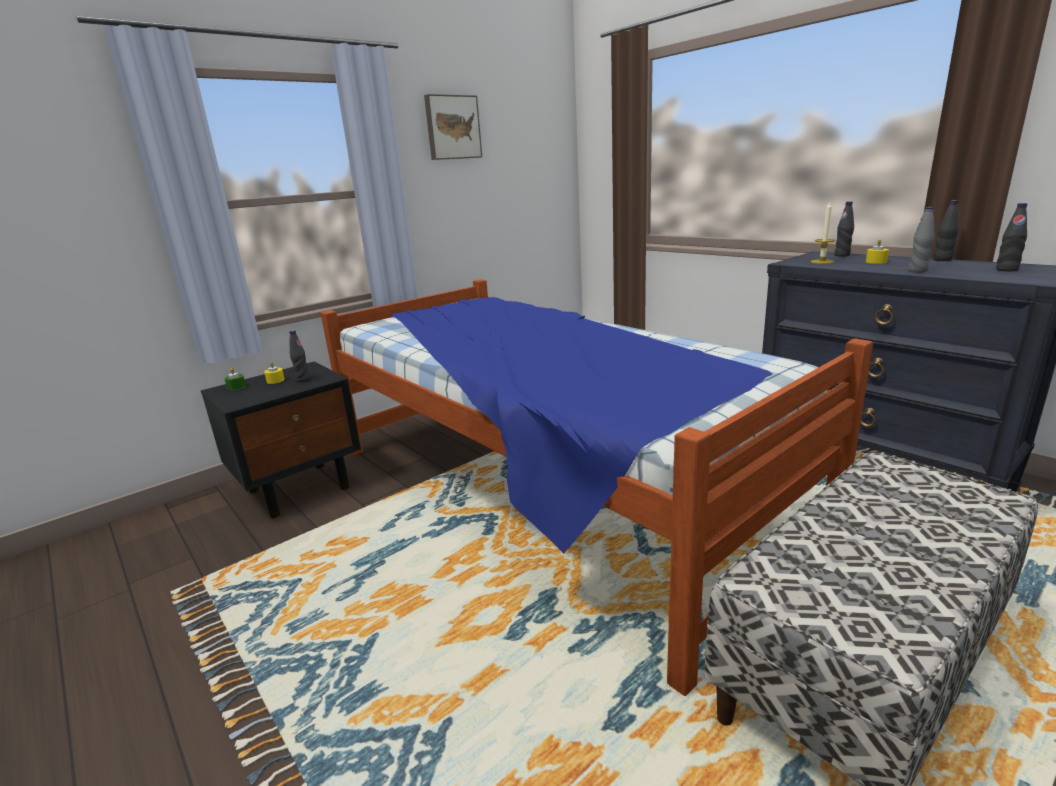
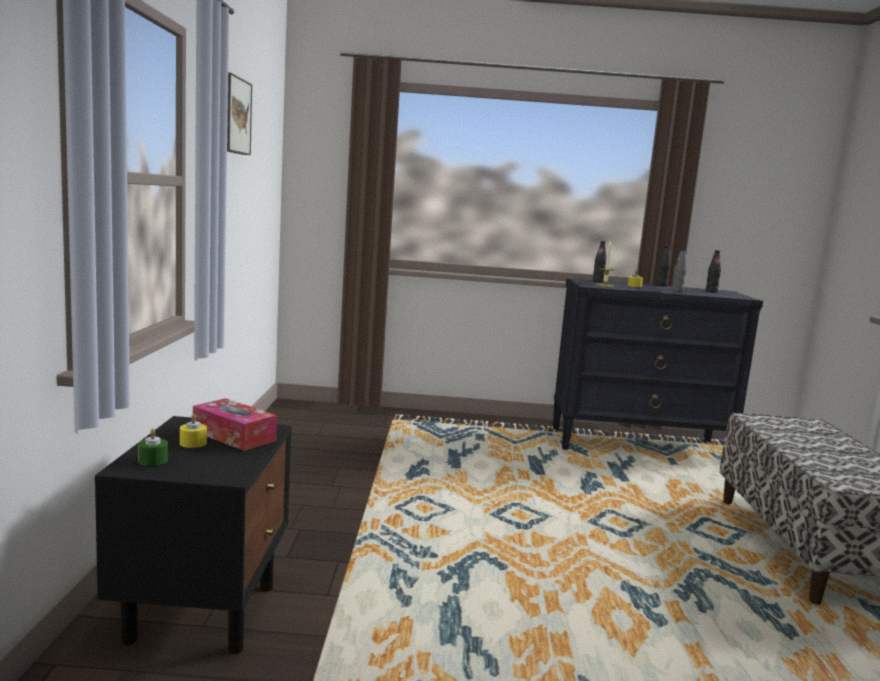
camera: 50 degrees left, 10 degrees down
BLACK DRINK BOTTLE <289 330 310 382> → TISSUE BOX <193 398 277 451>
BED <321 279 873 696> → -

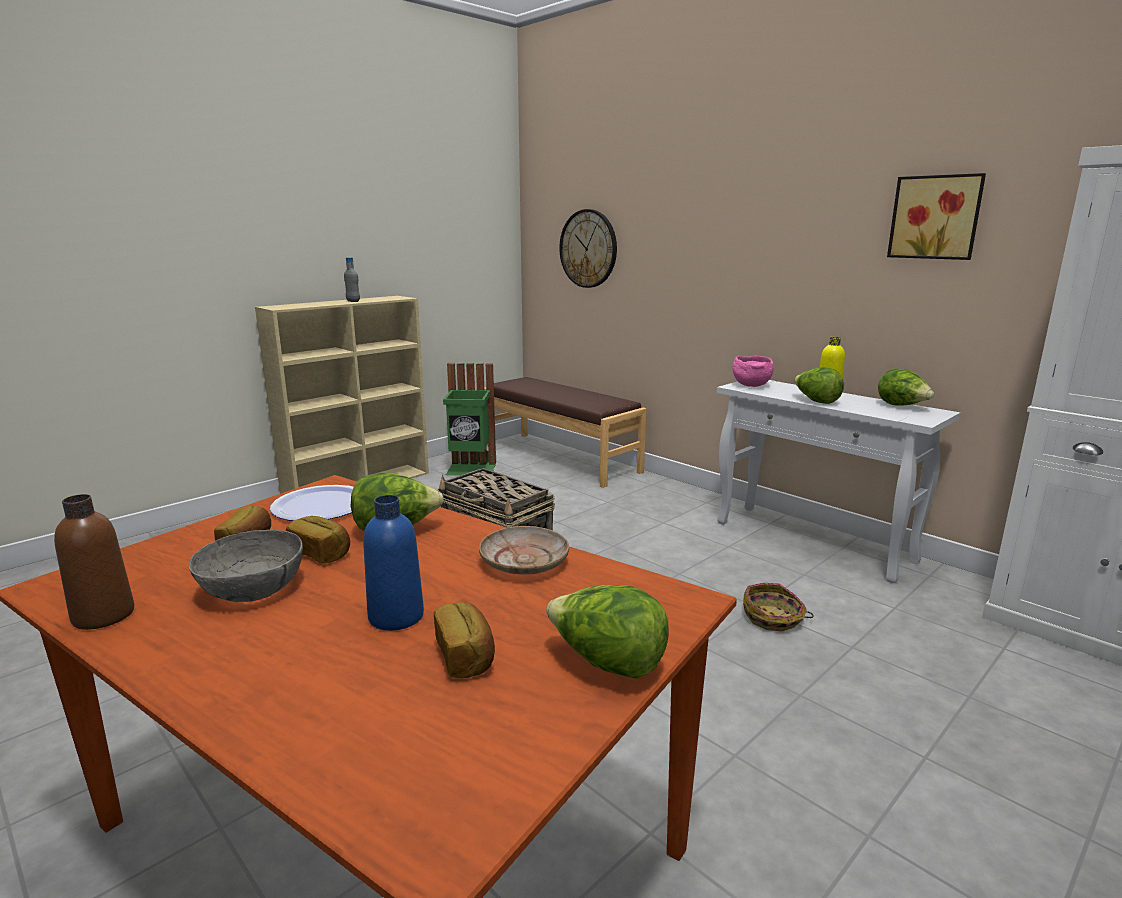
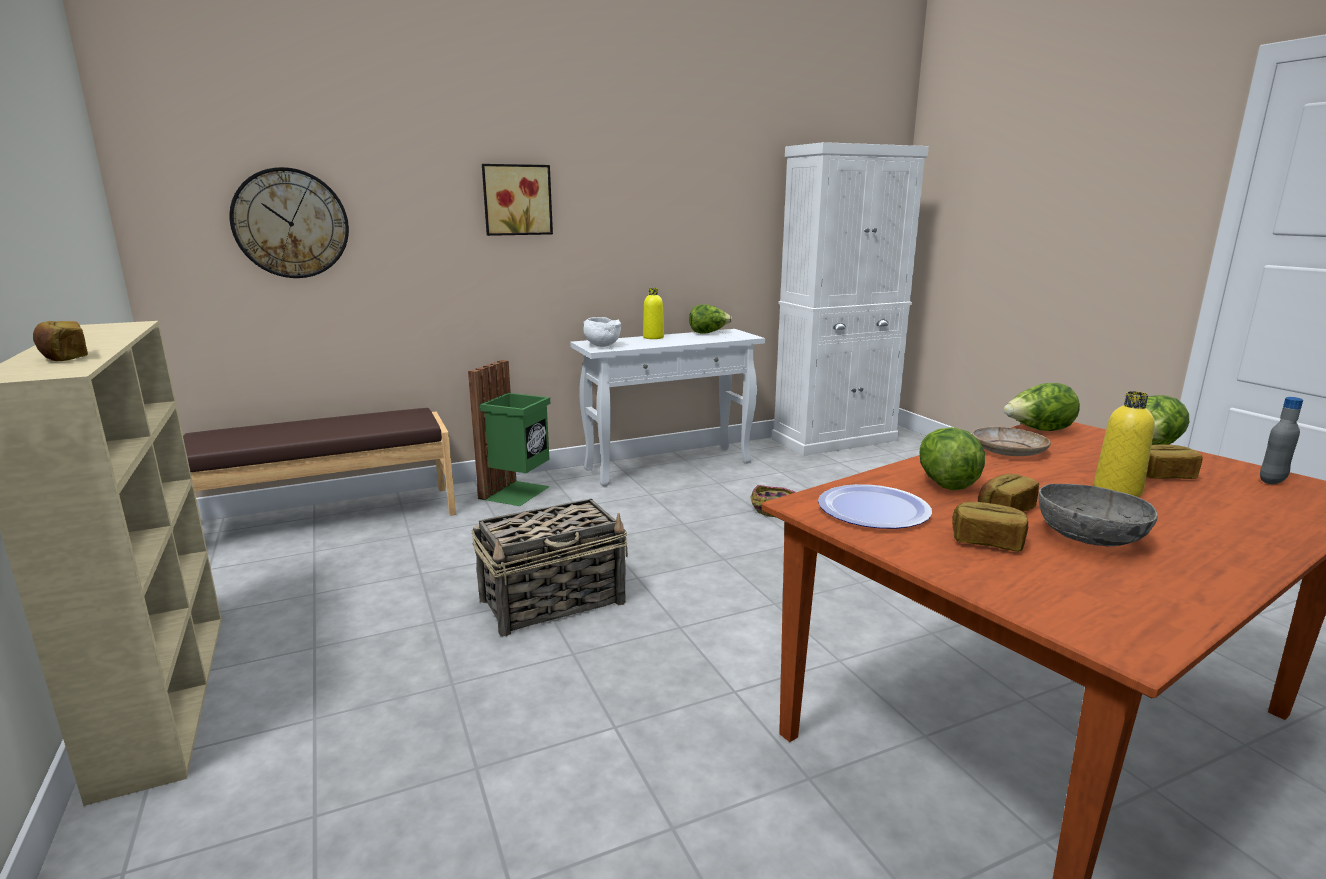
camera: 70 degrees left, 0 degrees up
- → BAKERY BREAD <33 321 88 361>
GREEN-COLOURED WASTE BIN <443 363 496 475> → GREEN-COLOURED WASTE BIN <468 360 550 506>, relocated
WALL PICTURE <887 173 986 260> → WALL PICTURE <482 164 553 236>, relocated
PINK BOWL <732 356 774 387> → WHITISH BOWL <583 317 621 347>
HEAD OF LETTUCE <794 367 844 404> → HEAD OF LETTUCE <1004 383 1080 431>, relocated
BLUE DRINK BOTTLE <363 495 424 631> → YELLOW-COLOURED DRINK BOTTLE <1094 391 1155 497>
GRAY DRINK BOTTLE <344 257 360 302> → GRAY DRINK BOTTLE <1260 397 1303 484>, relocated
BROWNISH DRINK BOTTLE <54 494 134 630> → -

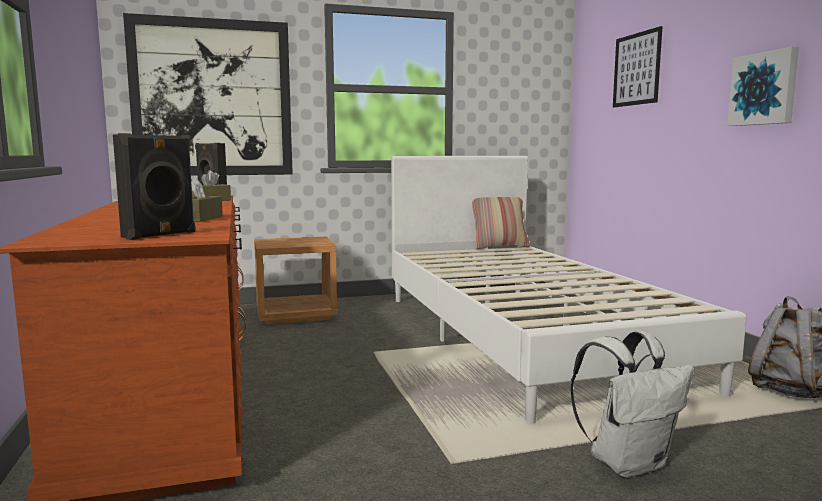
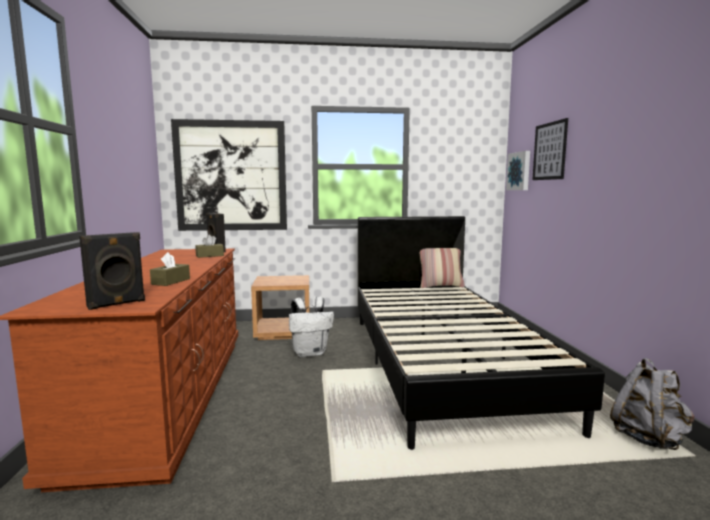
camera: 10 degrees right, 0 degrees up
WHITISH KNAPSACK <570 331 694 478> → WHITISH KNAPSACK <289 297 334 357>, relocated
WHITISH BED <391 156 747 424> → BLACK BED <358 216 605 450>
WALL PICTURE <727 47 799 126> → WALL PICTURE <506 151 530 190>, relocated

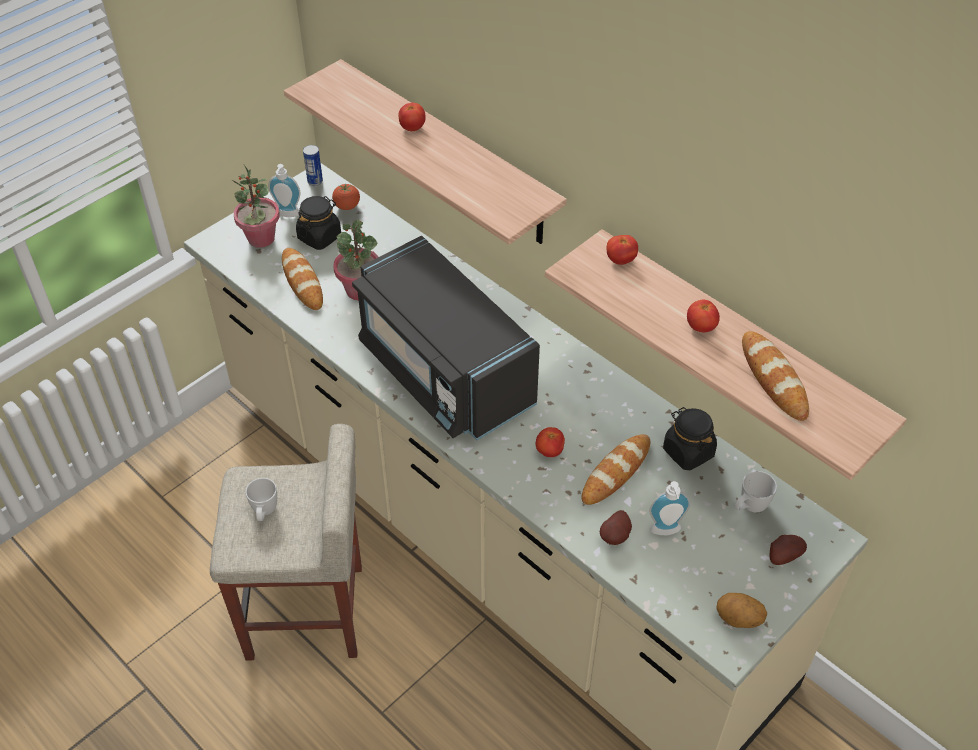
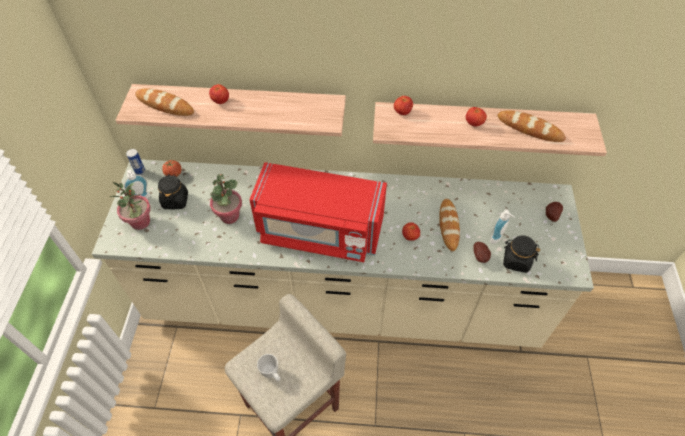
camera: 40 degrees left, 5 degrees up
BAKERY BREAD <282 248 323 310> → BAKERY BREAD <135 88 194 116>, relocated
BLACK KITCHEN MICROWAVE <352 236 540 441> → RED KITCHEN MICROWAVE <249 162 387 262>
BLACK STORAGE JAR <663 407 717 470> → BLACK STORAGE JAR <503 235 540 273>, relocated
SPUD <716 593 767 628> → -
WHITISH MUG <734 471 777 512> → -

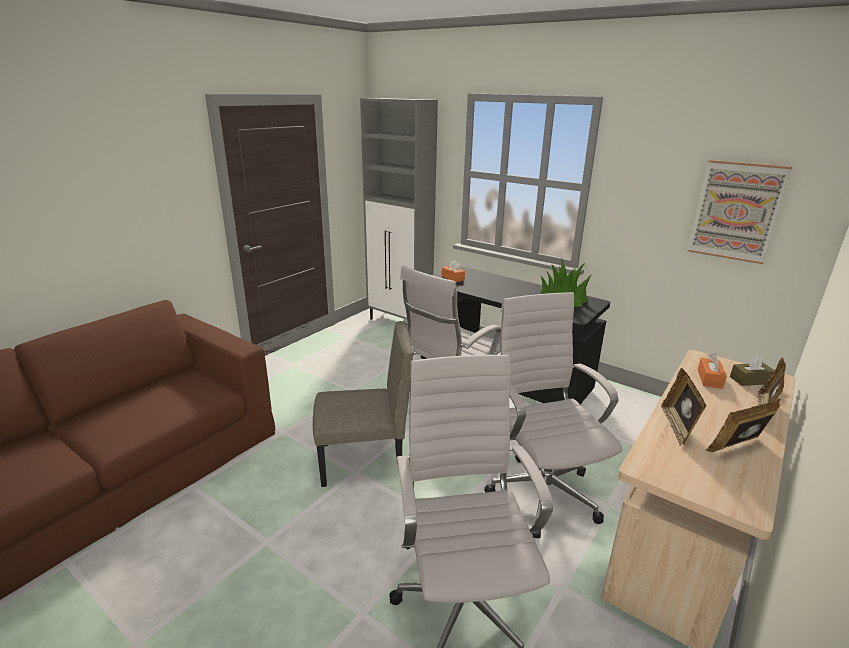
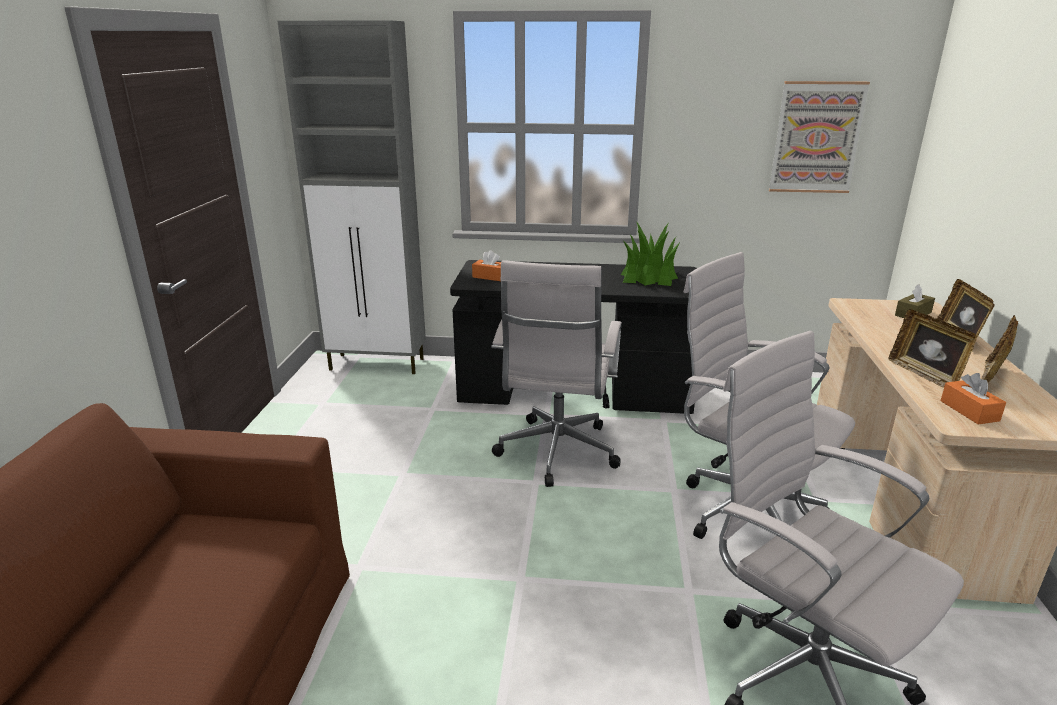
camera: 30 degrees left, 0 degrees up
ORANGE TISSUE BOX <698 353 727 389> → ORANGE TISSUE BOX <941 373 1006 424>, relocated
BEIGE-COLOURED UPRIGHT CHAIR <313 321 413 487> → -

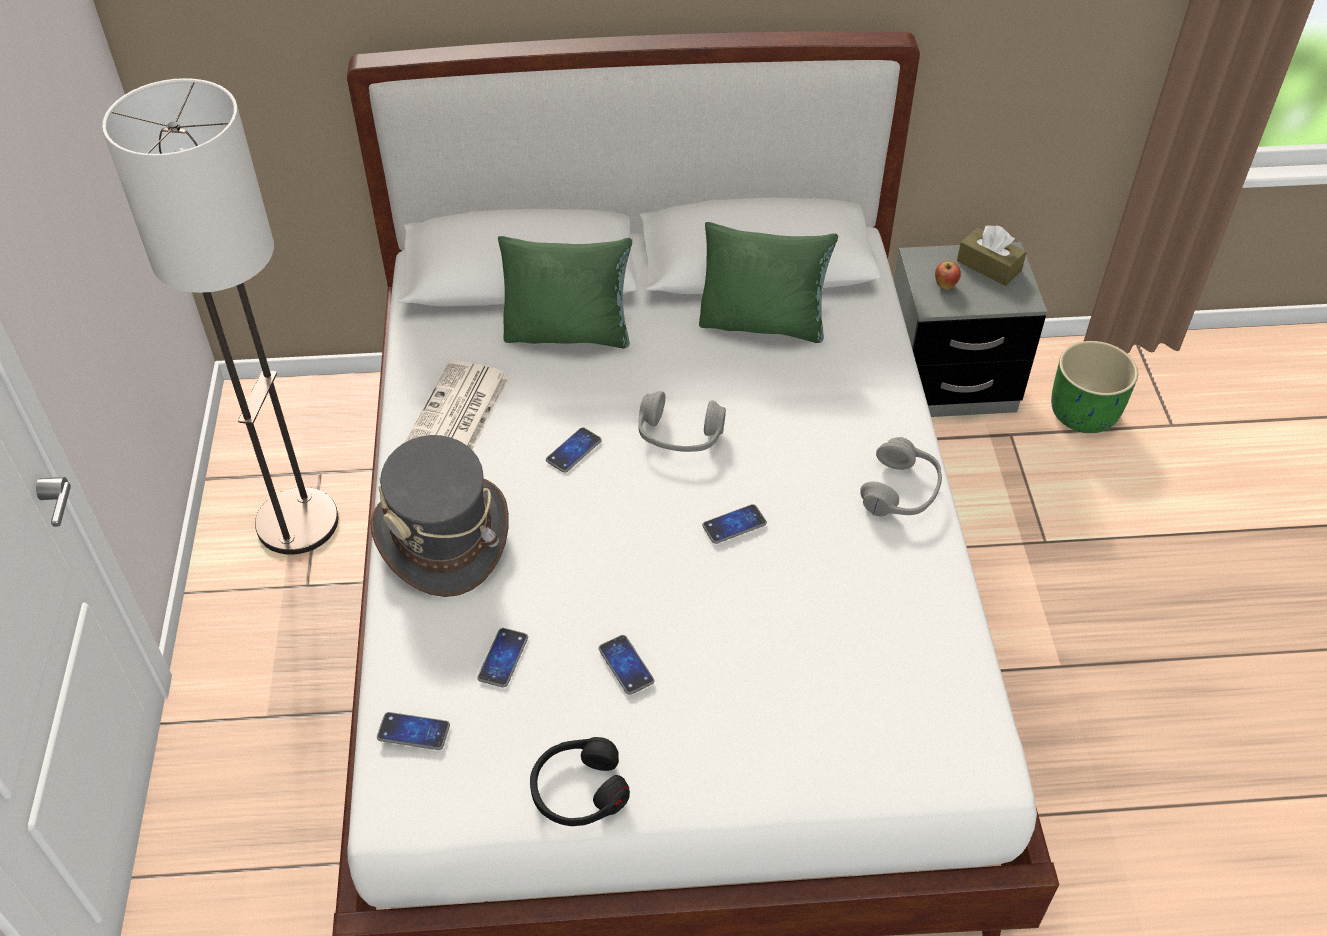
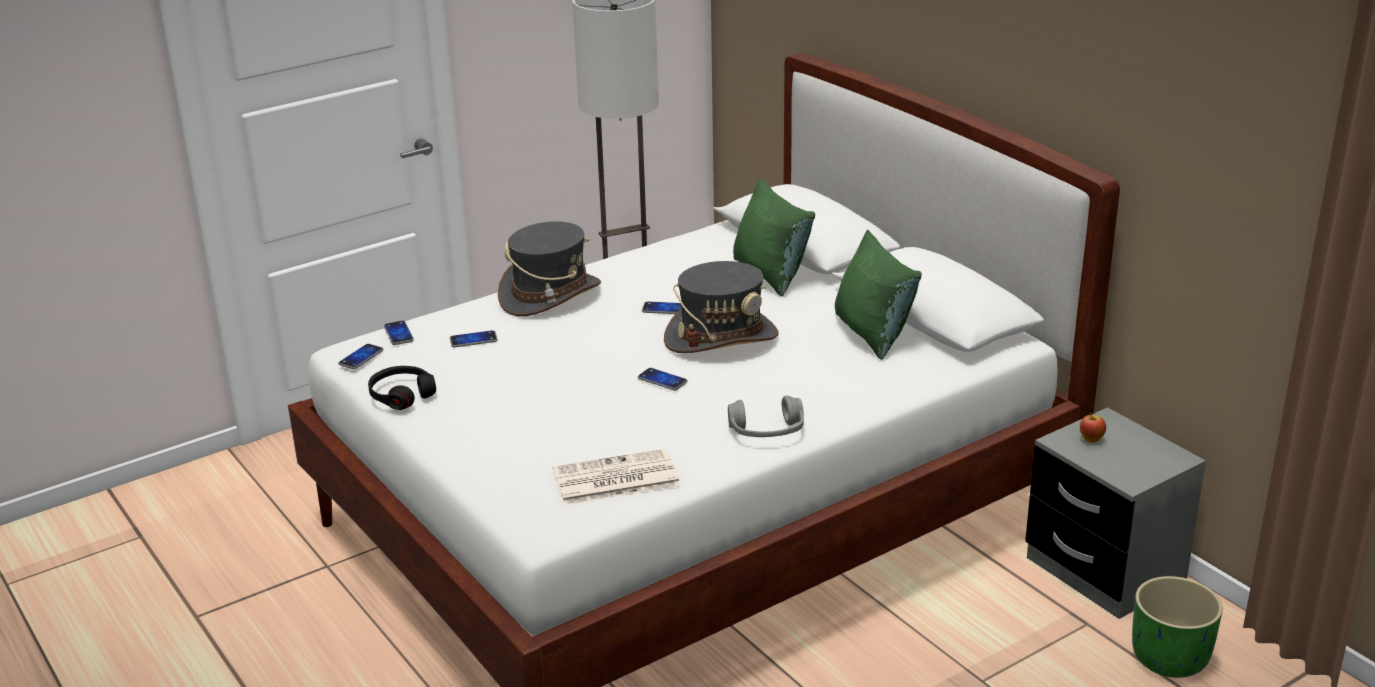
camera: 60 degrees right, 20 degrees down
HANDSET <599 635 654 695> → HANDSET <338 344 383 369>, relocated
PRINTED PAPER <405 360 509 451> → PRINTED PAPER <553 449 680 505>, relocated
GRAY HEADSET <638 391 726 452> → GRAY CLOTHING HAT <664 261 779 353>
BROWNISH TISSUE BOX <957 225 1026 286> → -

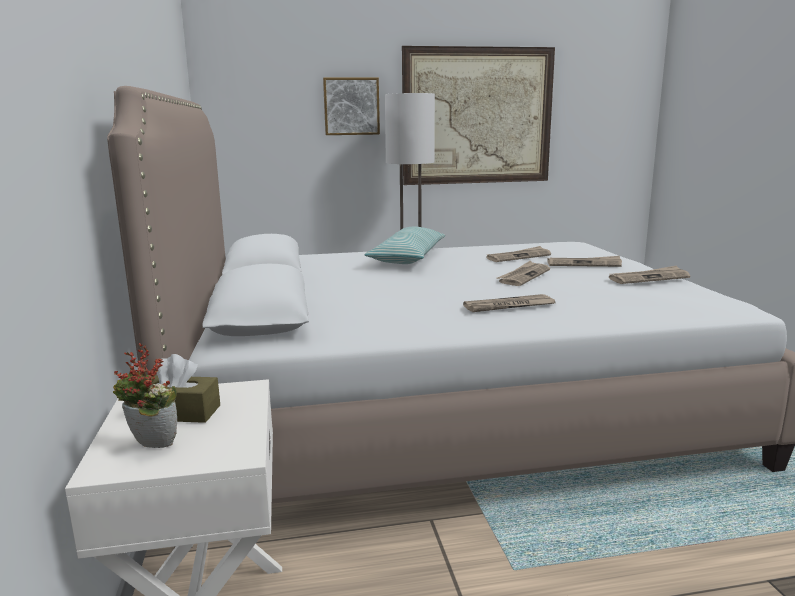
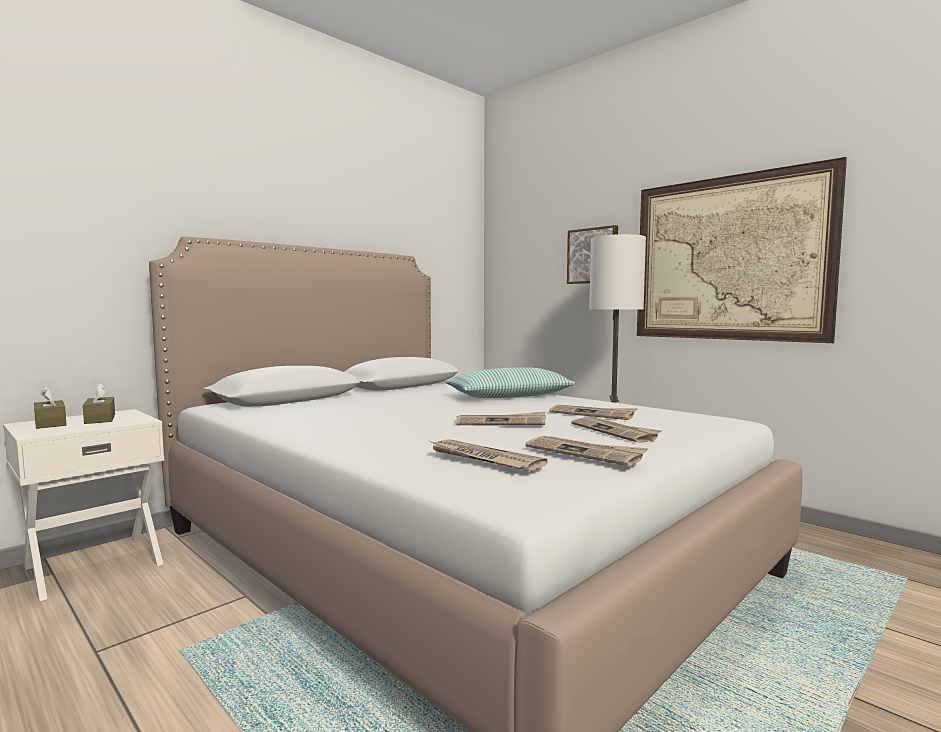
camera: 55 degrees right, 10 degrees down
PLANT IN A POT <113 343 177 448> → BROWNISH TISSUE BOX <34 386 66 429>
PRINTED PAPER <463 294 555 312> → PRINTED PAPER <429 439 548 471>, relocated

